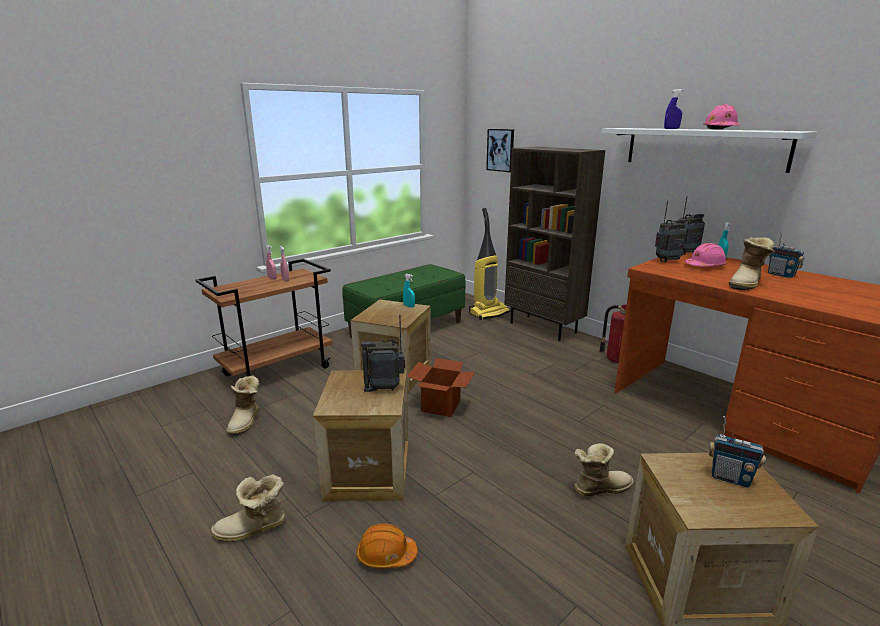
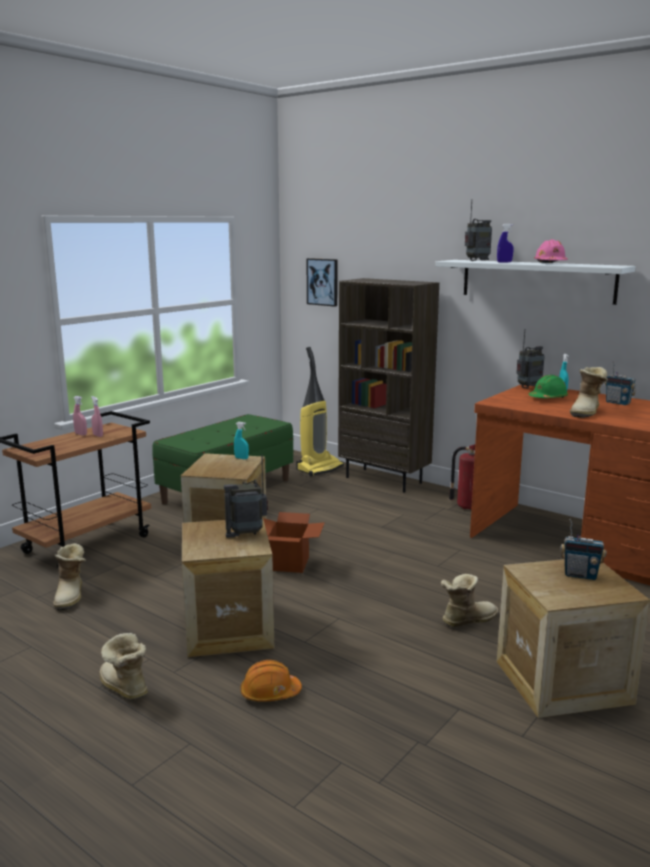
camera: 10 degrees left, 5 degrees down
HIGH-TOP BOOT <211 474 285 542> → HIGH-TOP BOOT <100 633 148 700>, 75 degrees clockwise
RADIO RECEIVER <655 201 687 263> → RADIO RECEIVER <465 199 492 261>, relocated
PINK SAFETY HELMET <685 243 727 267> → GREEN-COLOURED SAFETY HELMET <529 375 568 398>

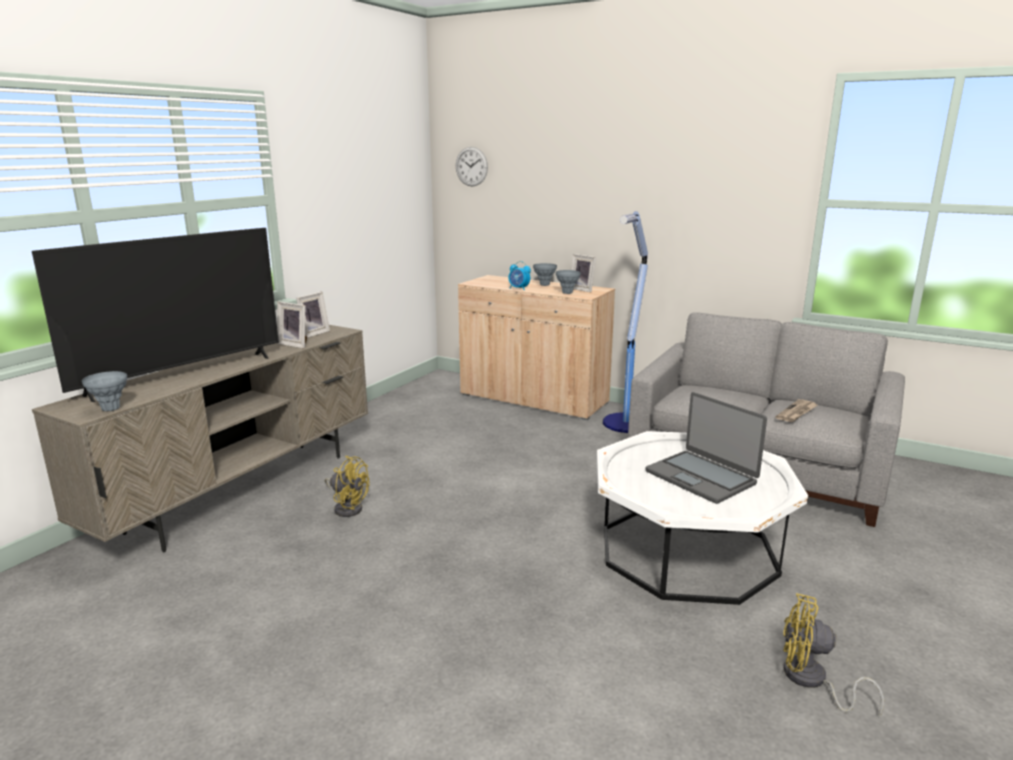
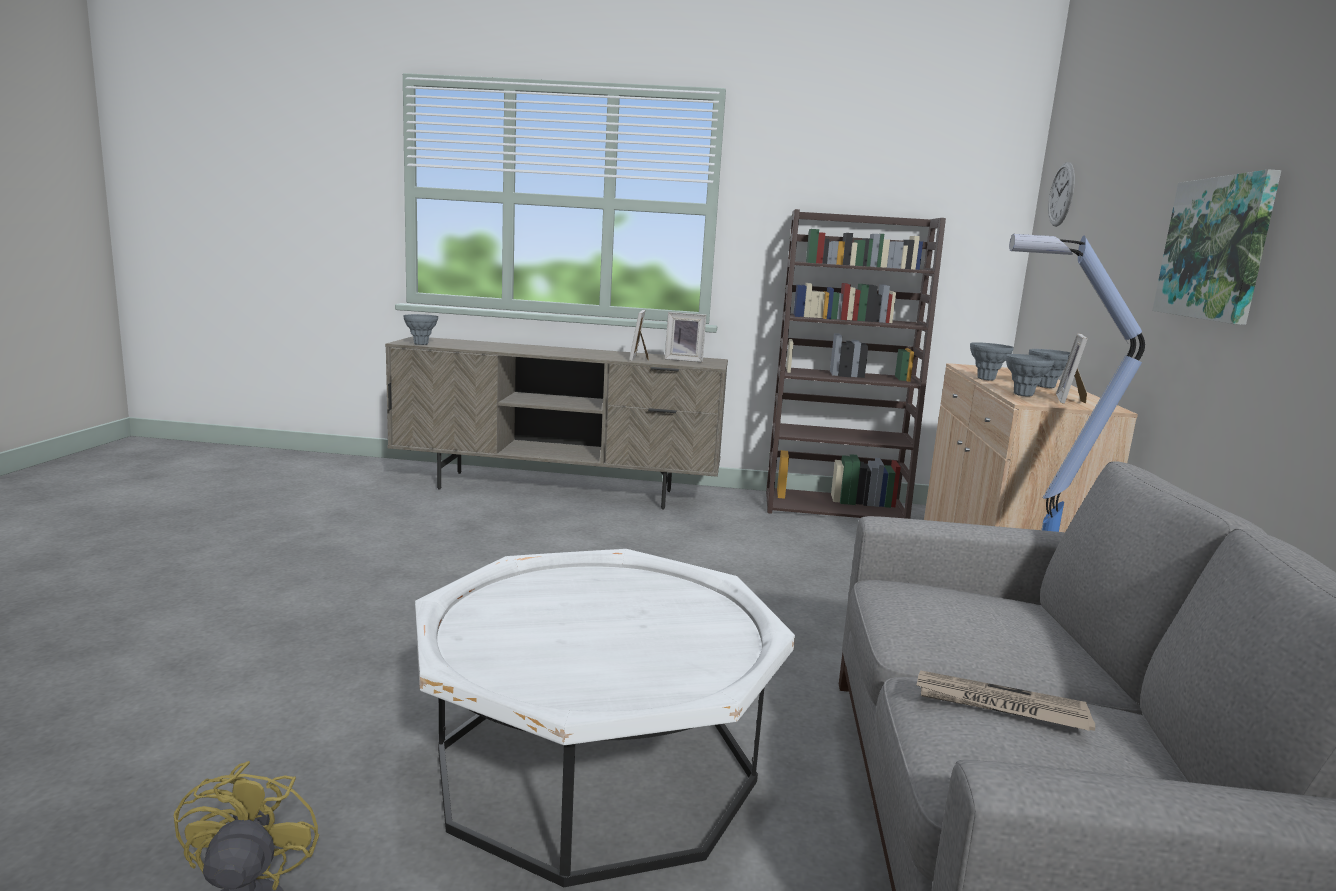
camera: 65 degrees right, 5 degrees down
- → BROWNISH BOOKSHELF <766 209 946 519>
BEDSIDE CLOCK <509 261 531 290> → GRAY FLOWER VASE <970 342 1014 381>
- → WALL PICTURE <1152 170 1281 325>
TV SET <32 228 279 402> → -
YELLOW-COLOURED ELECTRIC FAN <325 456 370 517> → -
LAPTOP <645 392 767 504> → -

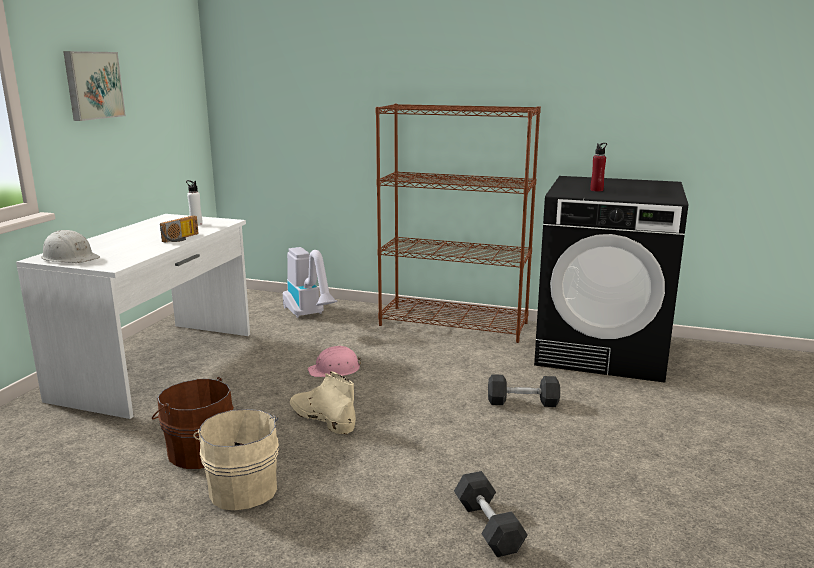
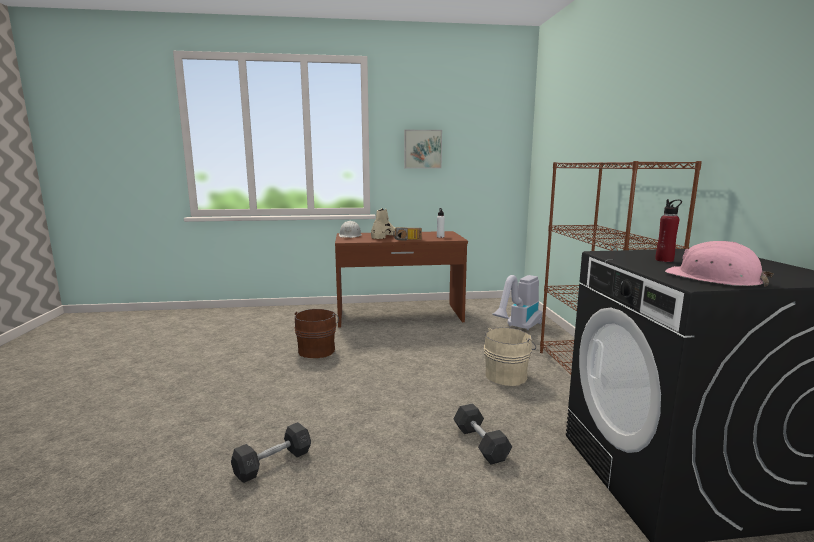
camera: 65 degrees right, 5 degrees down
WHITISH DESK TABLE <16 214 250 419> → BROWNISH DESK TABLE <335 231 468 328>
BEIGE-COLOURED HIGH-TOP BOOT <290 371 356 435> → BEIGE-COLOURED HIGH-TOP BOOT <371 208 395 239>, relocated
BEIGE-COLOURED WATER BUCKET <193 409 279 510> → BEIGE-COLOURED WATER BUCKET <484 327 536 386>, relocated
PINK SAFETY HELMET <308 345 362 377> → PINK SAFETY HELMET <665 241 774 286>, relocated

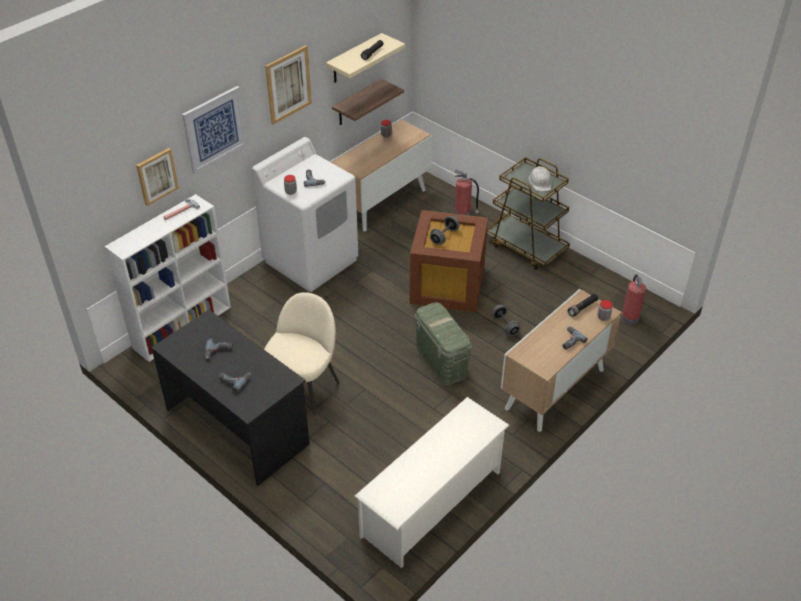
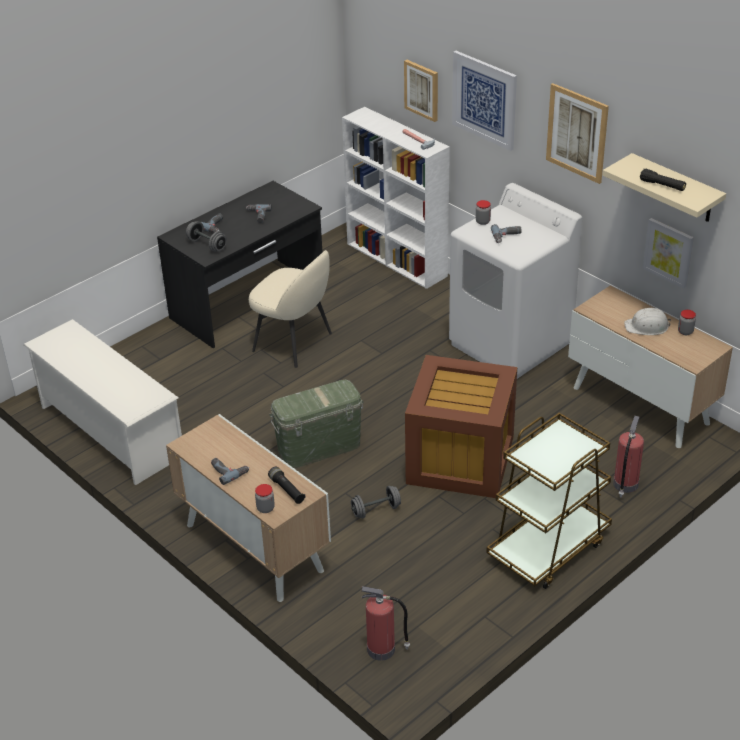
camera: 95 degrees right, 5 degrees down
GRAY HAND WEIGHT <430 216 460 245> → GRAY HAND WEIGHT <186 221 227 252>, relocated
WHITISH SAFETY HELMET <529 166 552 191> → WHITISH SAFETY HELMET <624 308 671 335>, relocated
BRACKET SHELF <332 79 404 125> → WALL PICTURE <643 218 694 288>

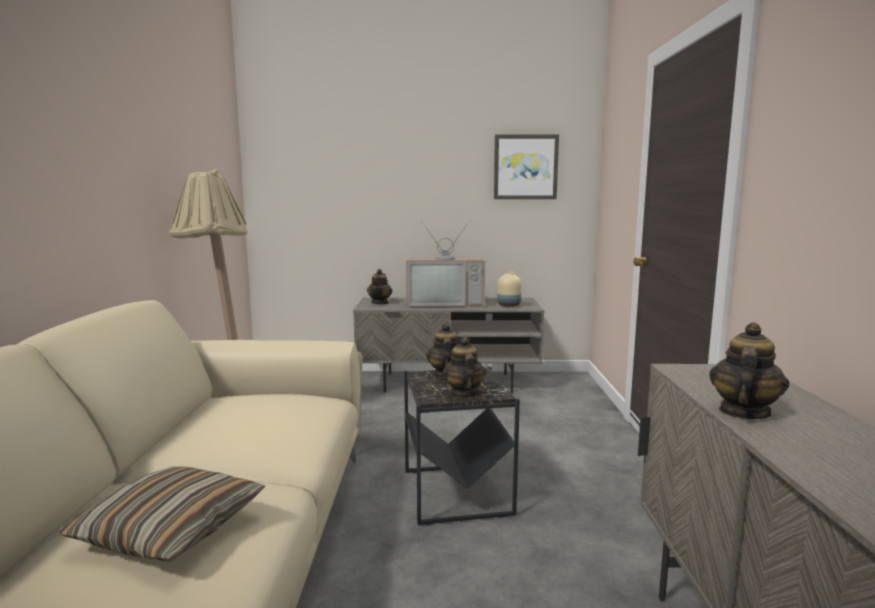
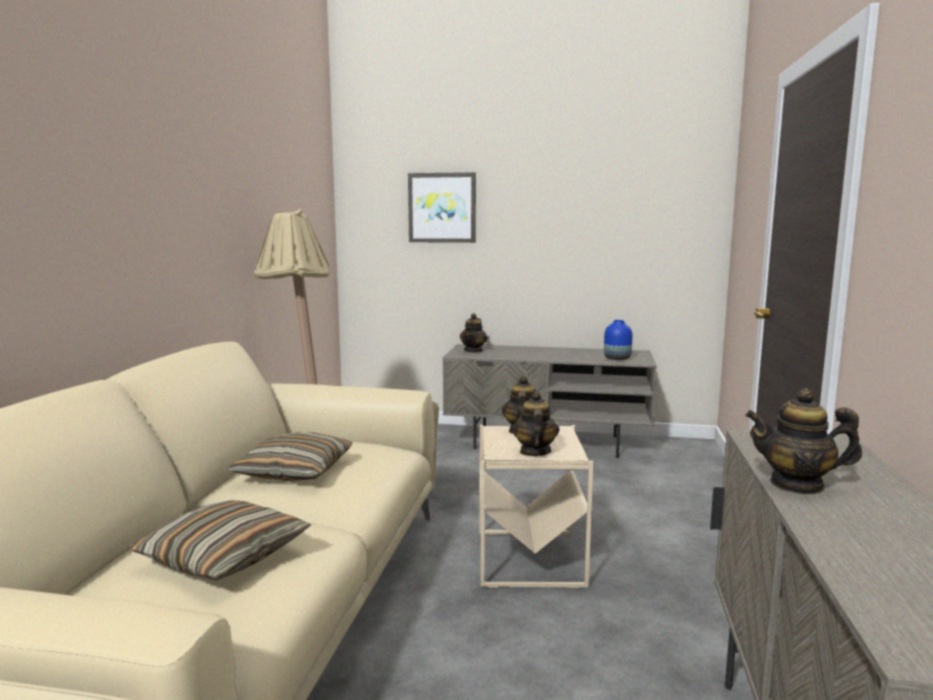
camera: 10 degrees right, 0 degrees up
- → CUSHION <228 432 353 481>
WALL PICTURE <494 134 559 199> → WALL PICTURE <408 172 476 243>, relocated
BLACK SIDE TABLE <404 366 520 525> → BEIGE-COLOURED SIDE TABLE <479 425 593 588>
BEIGE-COLOURED FLOWER VASE <497 271 522 307> → BLUE FLOWER VASE <604 320 633 360>
POT FOR TEA <709 322 789 419> → POT FOR TEA <745 388 862 494>, 120 degrees counterclockwise
TV SET <406 220 485 308> → -

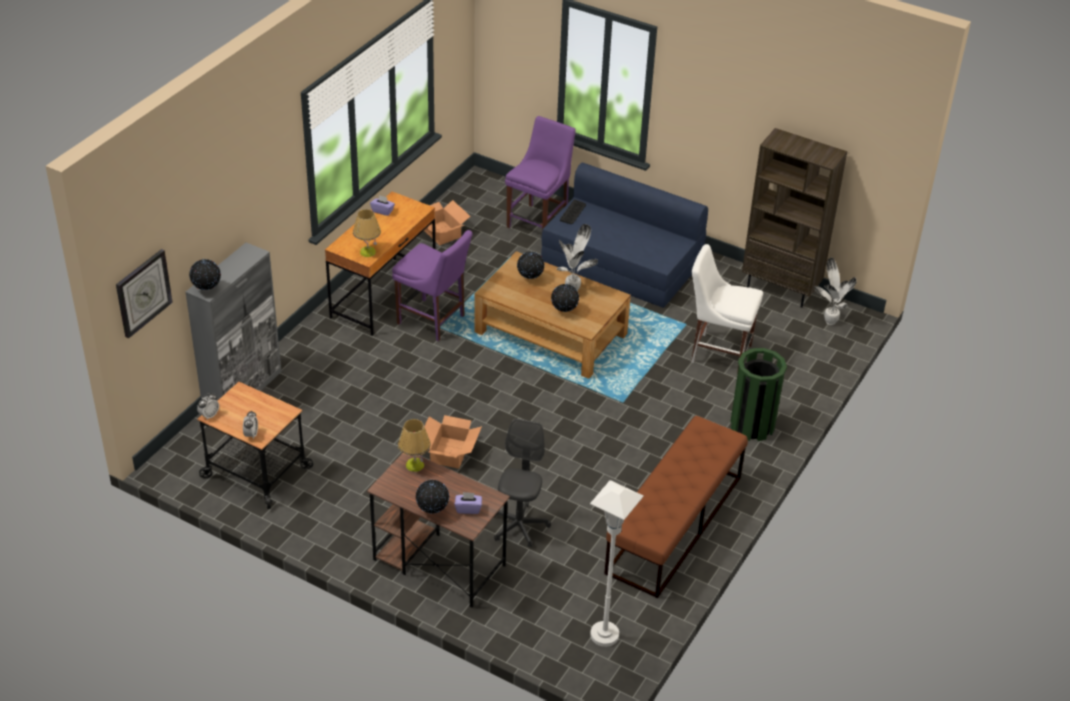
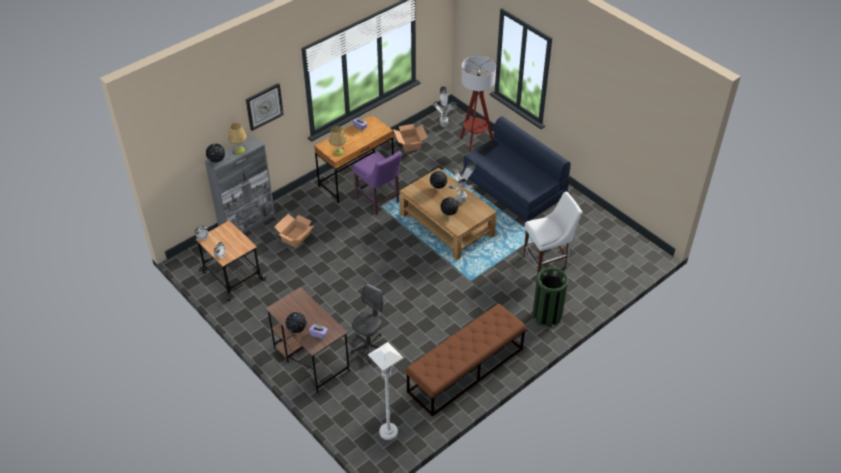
camera: 20 degrees right, 5 degrees up
TABLE LAMP <398 419 431 472> → TABLE LAMP <228 123 247 154>, relocated
CLOCK ON THE WALL <116 249 173 339> → CLOCK ON THE WALL <246 83 284 131>, relocated
PACKING BOX <424 415 482 469> → PACKING BOX <274 213 314 248>, relocated
PLANT IN A POT <814 257 857 325> → PLANT IN A POT <433 86 456 127>, relocated
PURPLE-COLOURED UPRIGHT CHAIR <505 116 576 230> → STANDARD LAMP <460 56 496 152>
WHITISH UPRIGHT CHAIR <691 244 763 374> → WHITISH UPRIGHT CHAIR <524 192 582 273>, 120 degrees clockwise
BROWNISH BOOKSHELF <742 128 847 308> → -

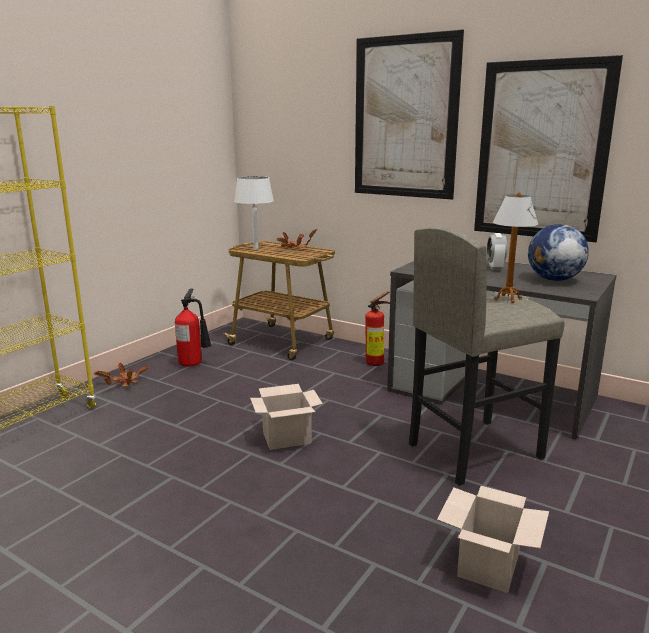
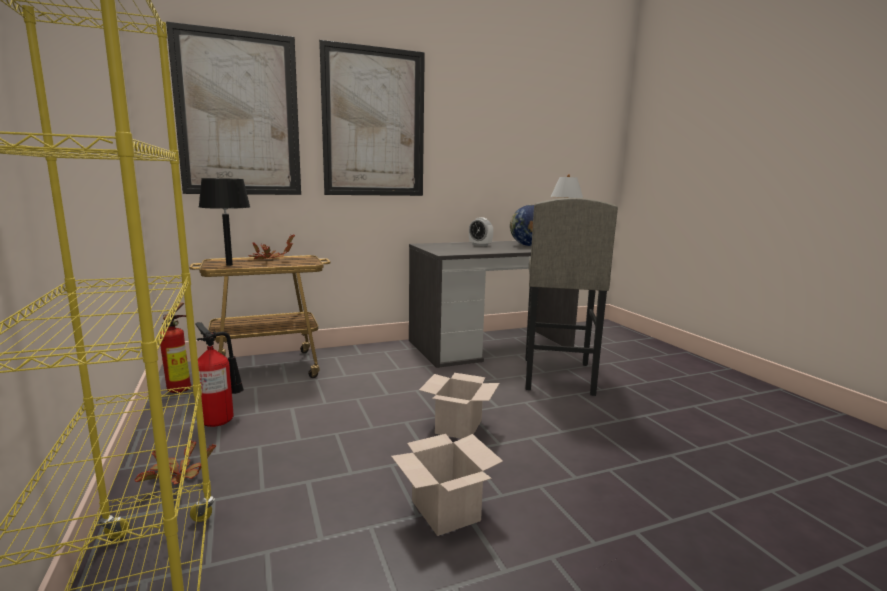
camera: 55 degrees left, 5 degrees down
FIRE-FIGHTING CYLINDER <365 291 390 366> → FIRE-FIGHTING CYLINDER <160 303 191 393>, relocated
WALL PICTURE <474 55 623 242> → WALL PICTURE <166 21 301 195>, relocated
WHITISH TABLE LAMP <234 176 274 249> → BLACK TABLE LAMP <198 178 250 266>
PACKING BOX <437 486 549 593> → PACKING BOX <391 434 503 536>, relocated

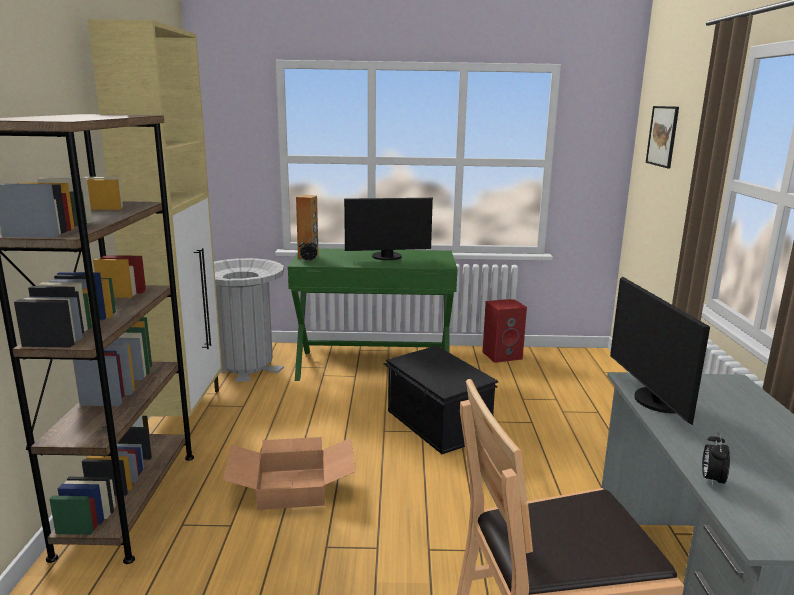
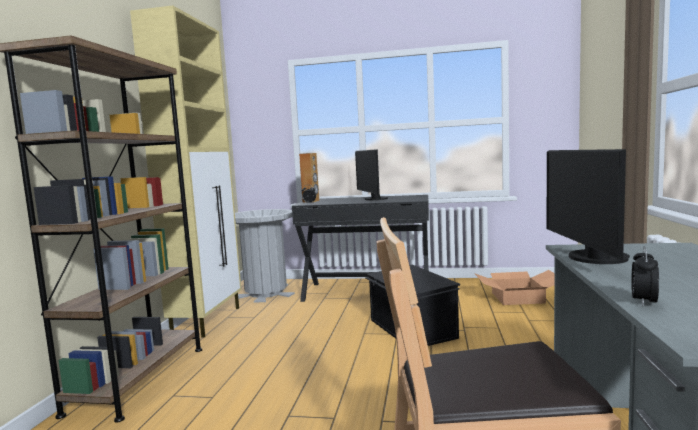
camera: 10 degrees right, 10 degrees down
GREEN-COLOURED DESK TABLE <288 248 458 381> → BLACK DESK TABLE <292 195 429 302>
MONITOR <344 198 433 260> → MONITOR <355 149 388 200>, 75 degrees clockwise
PACKING BOX <223 437 355 510> → PACKING BOX <474 270 555 305>, relocated
RED SPEAKER <483 299 527 363> → -
WALL PICTURE <646 106 679 168> → -

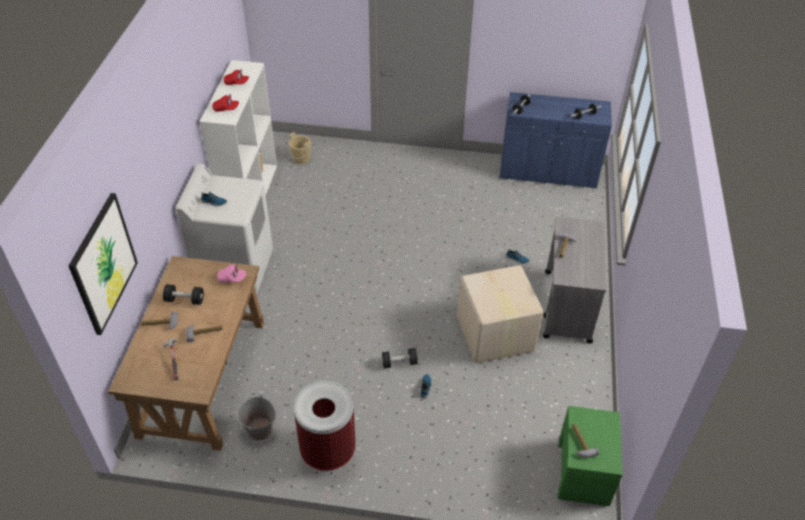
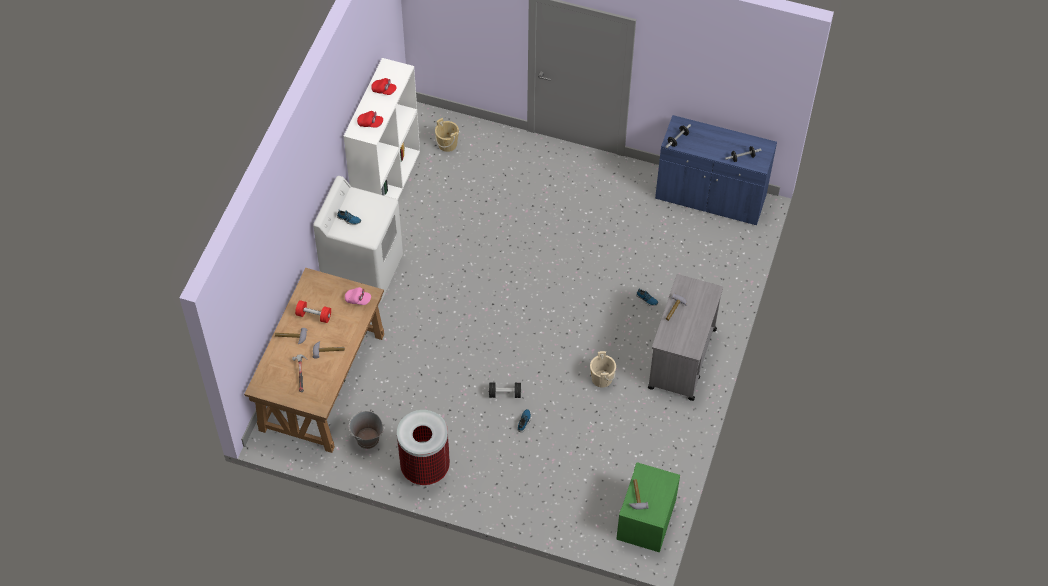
camera: 10 degrees right, 10 degrees up
BLACK HAND WEIGHT <163 284 204 305> → RED HAND WEIGHT <295 300 331 323>
PACKING BOX <457 265 544 363> → BEIGE-COLOURED WATER BUCKET <590 351 616 387>
WALL PICTURE <69 193 138 335> → -

